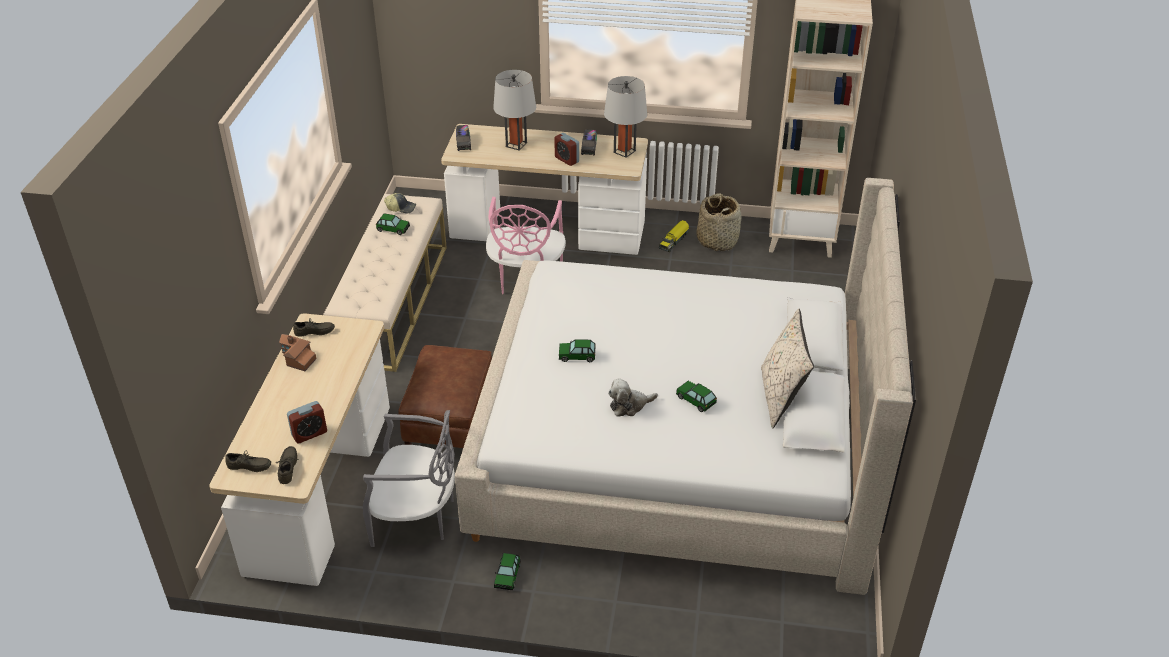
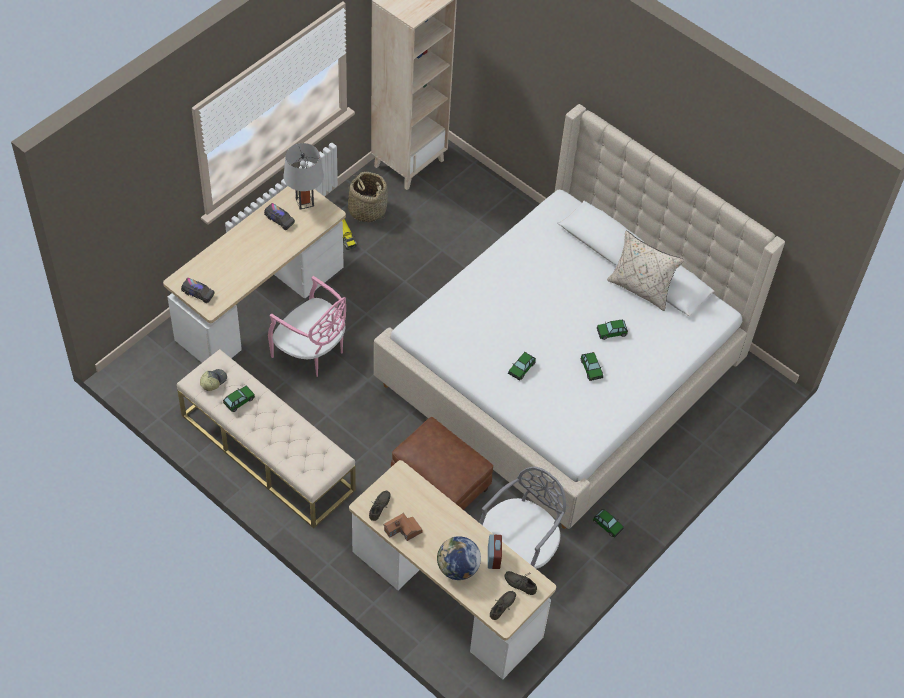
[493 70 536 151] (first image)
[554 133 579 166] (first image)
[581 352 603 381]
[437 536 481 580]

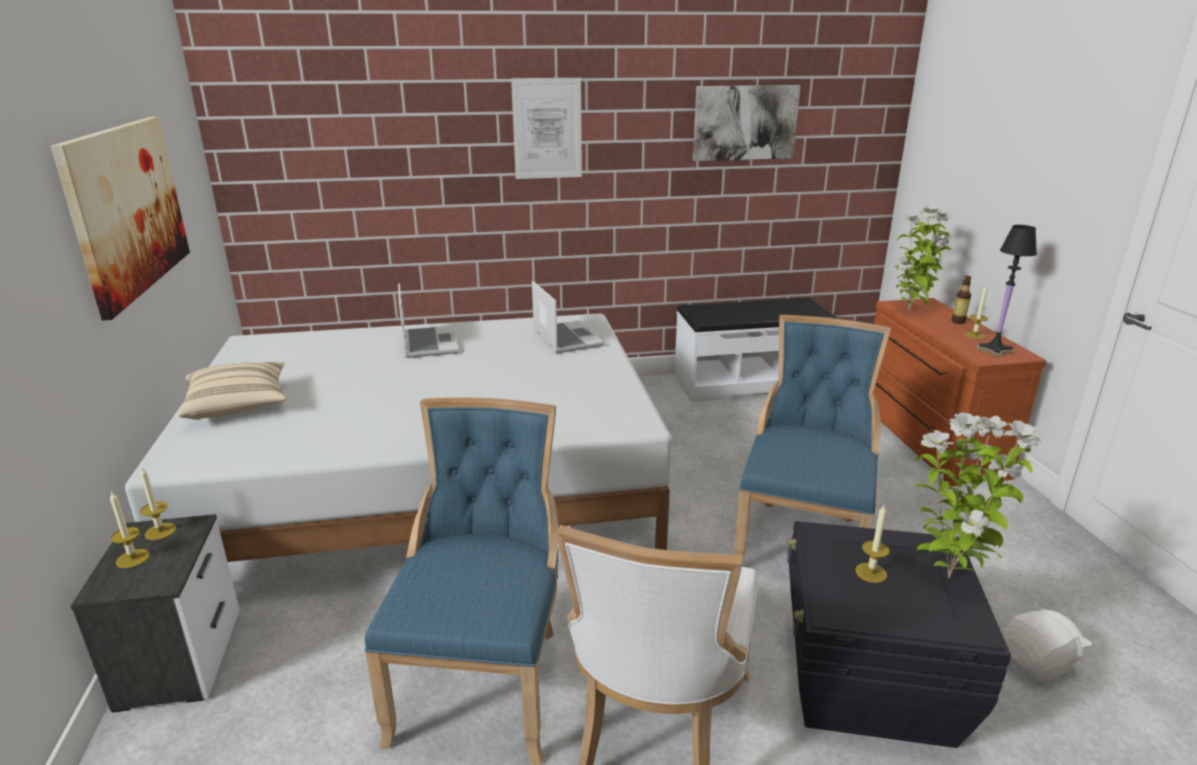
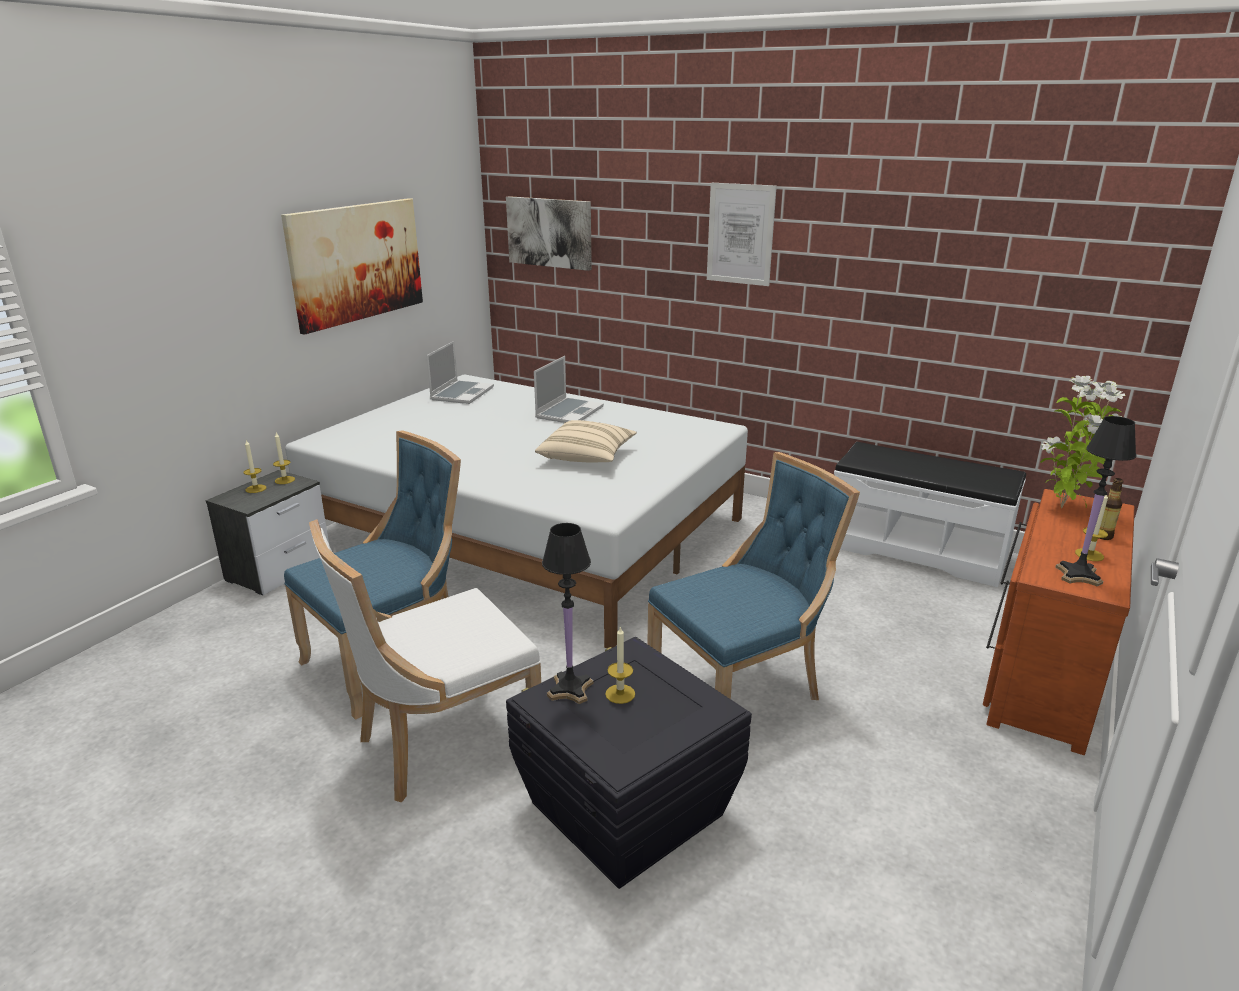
[506 196 592 271]
[426 341 494 404]
[535 420 637 463]
[914 412 1040 578] (first image)
[1001 602 1092 685] (first image)
[542 523 594 704]

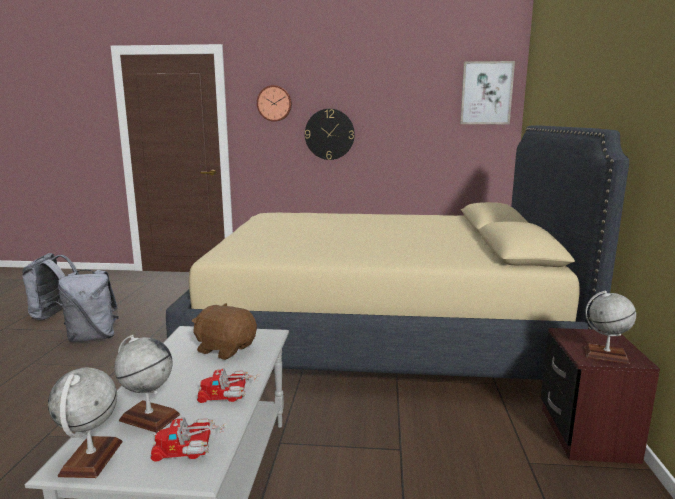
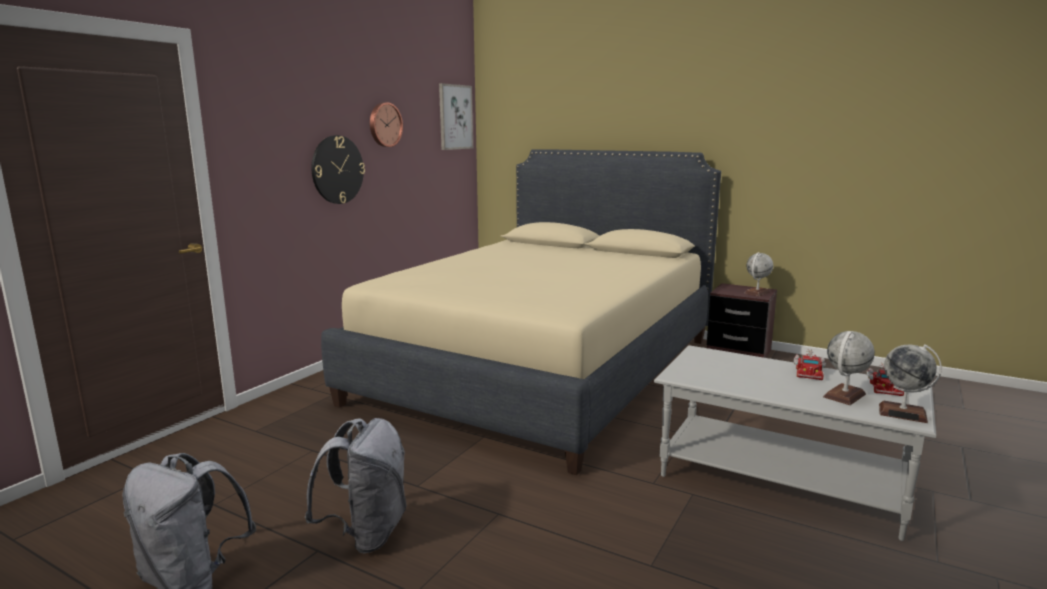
[370 102 403 147]
[191 303 257 360] (first image)

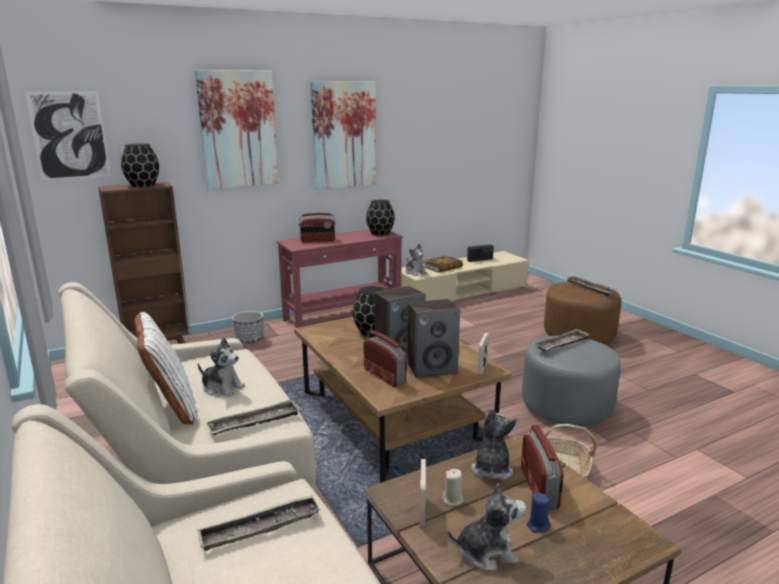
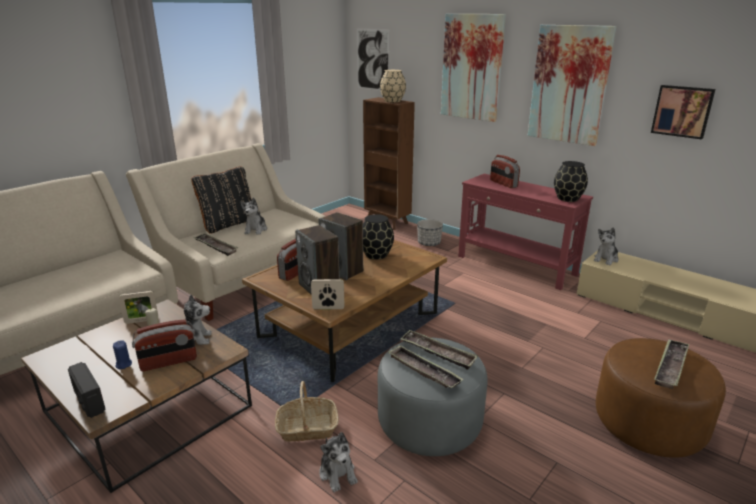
[380 70 406 102]
[68 362 106 418]
[423 255 463 273] (first image)
[191 166 252 234]
[319 432 358 492]
[388 345 464 388]
[651 85 716 139]

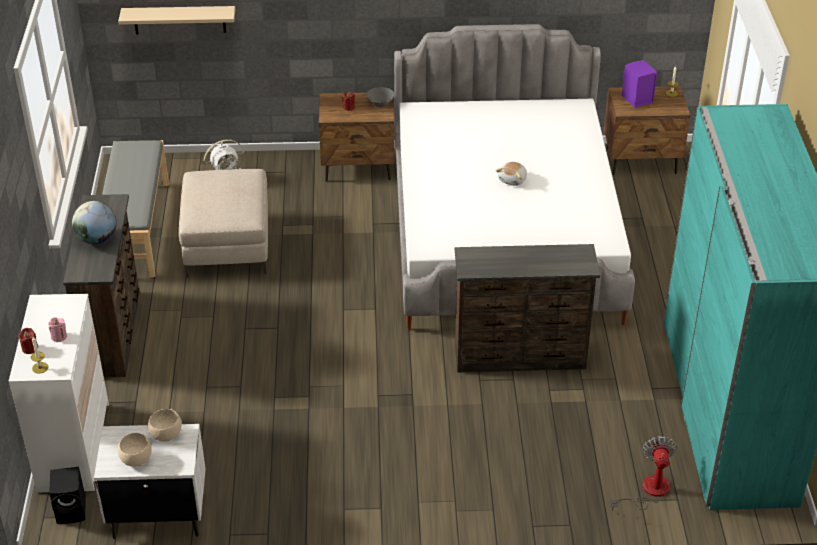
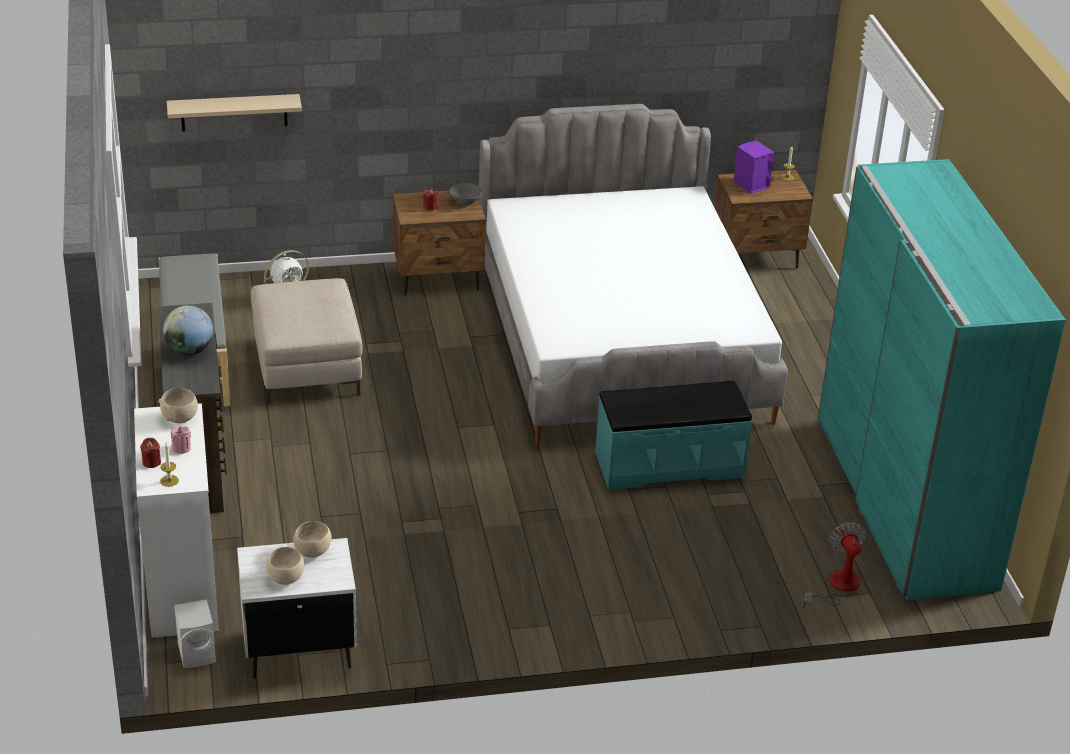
[496 162 527 186] (first image)
[595 380 752 490]
[174 599 216 668]
[158 388 198 423]

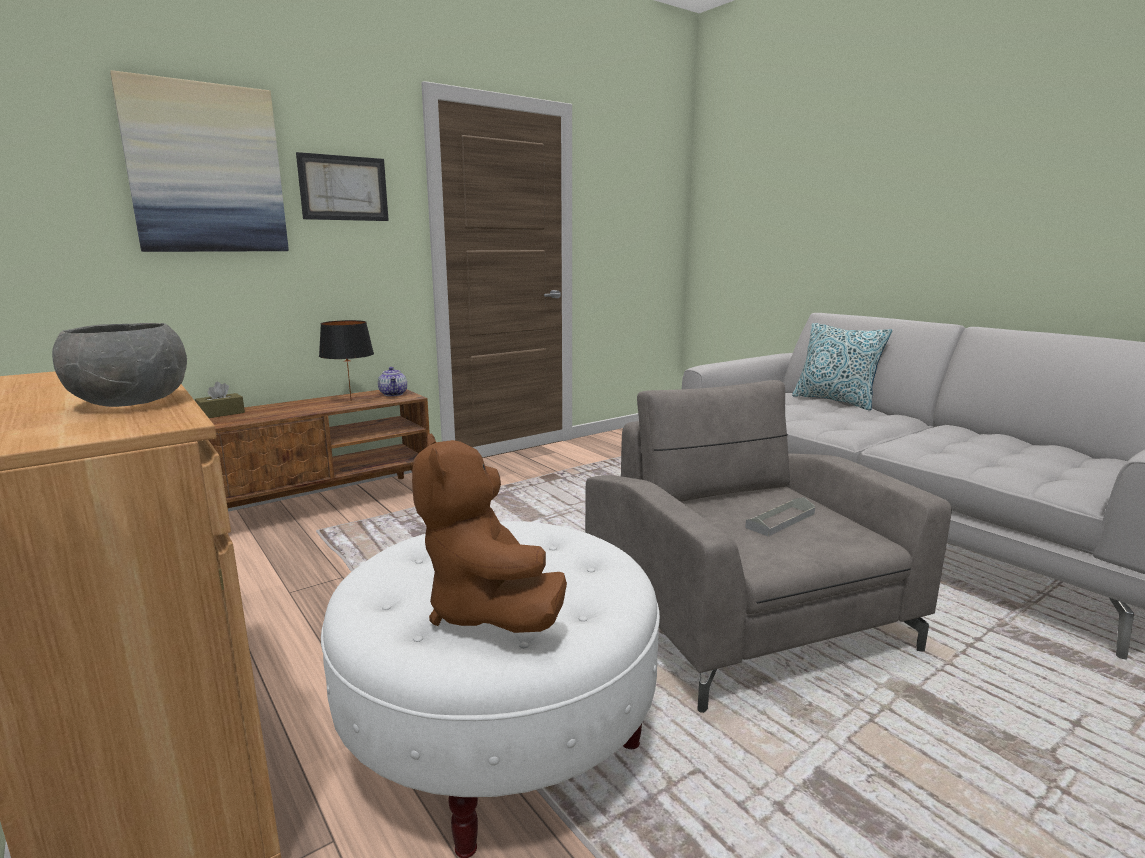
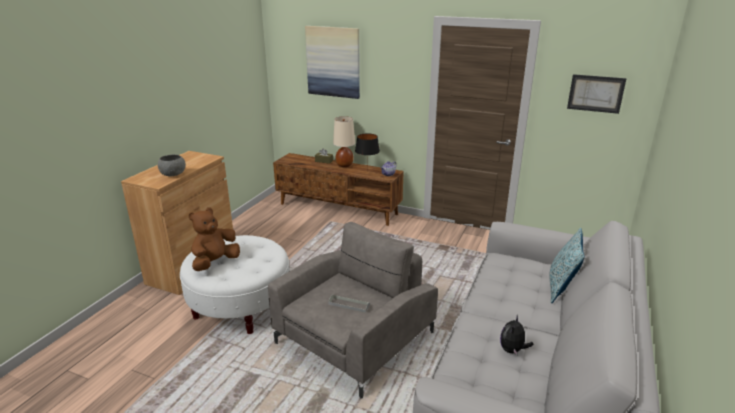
[567 74 626 114]
[333 116 355 167]
[500 315 534 355]

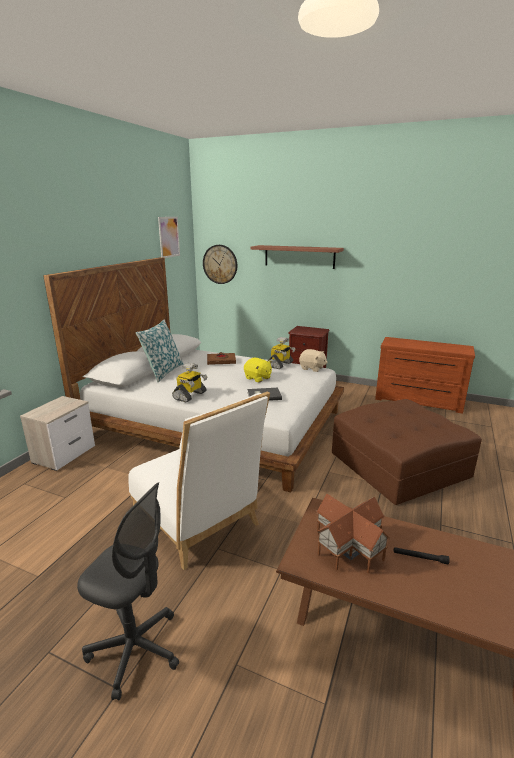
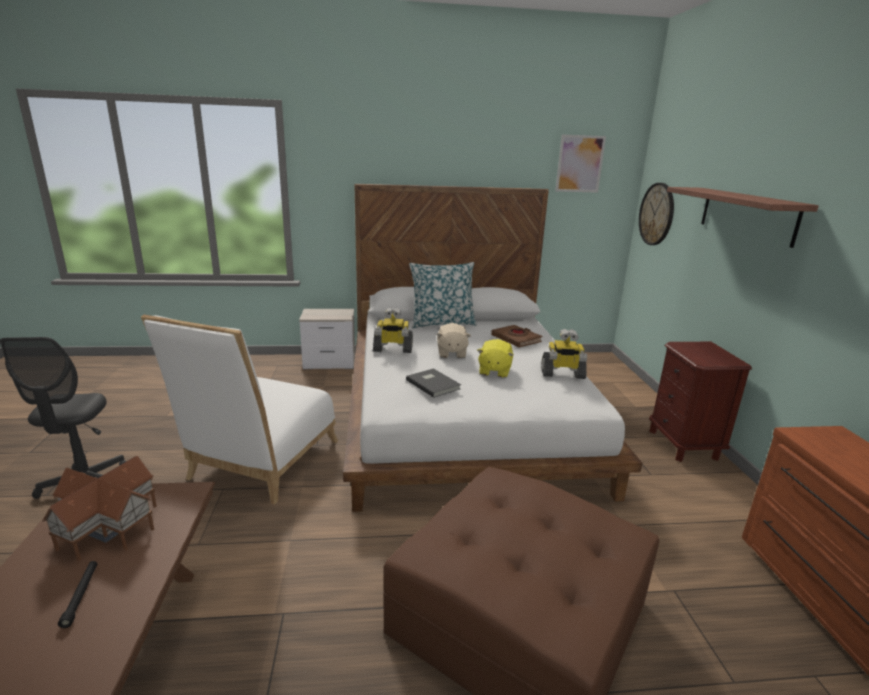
[437 323 471 358]

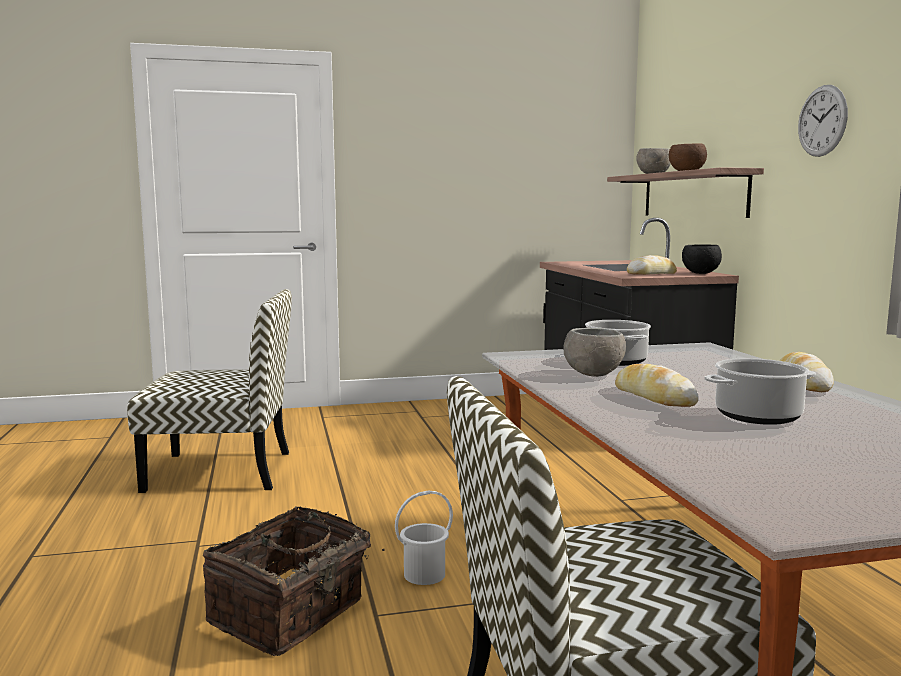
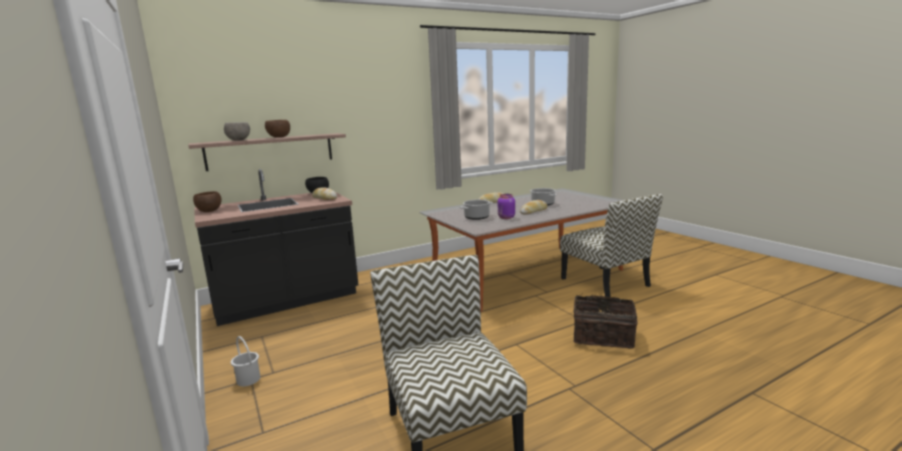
[798 85 848 157] (first image)
[498 194 515 219]
[231 336 260 386]
[193 191 222 212]

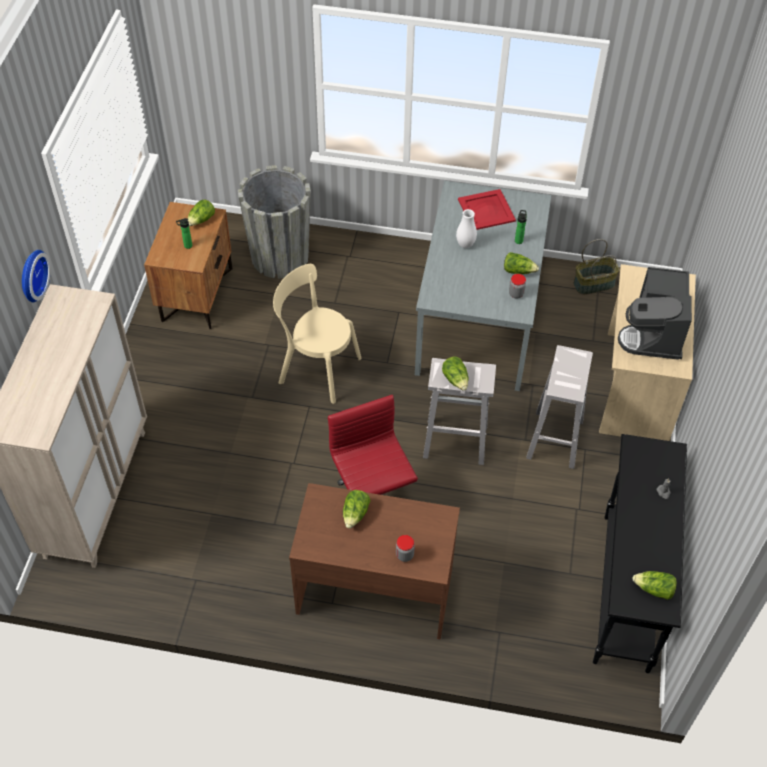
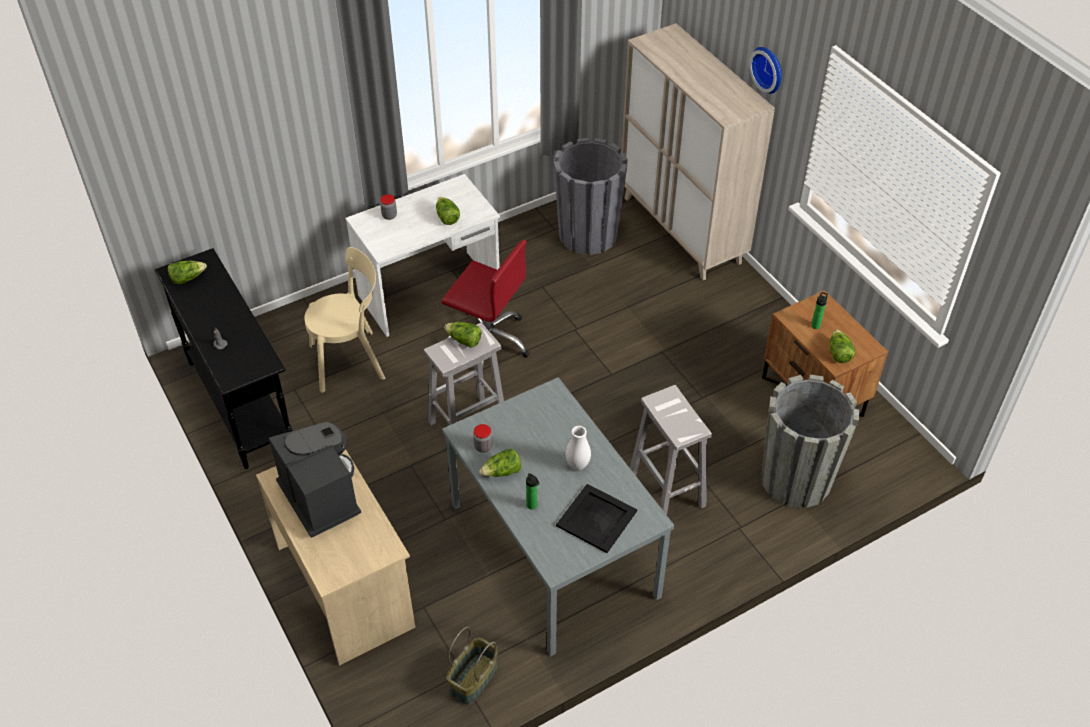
[556 484 637 553]
[304 247 385 393]
[630 385 712 515]
[345 174 500 337]
[554 138 628 255]

